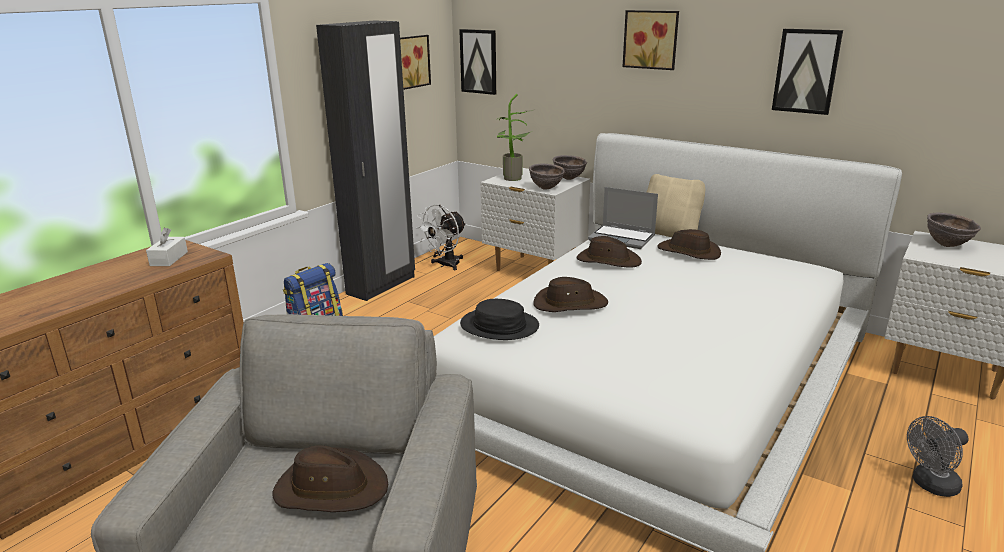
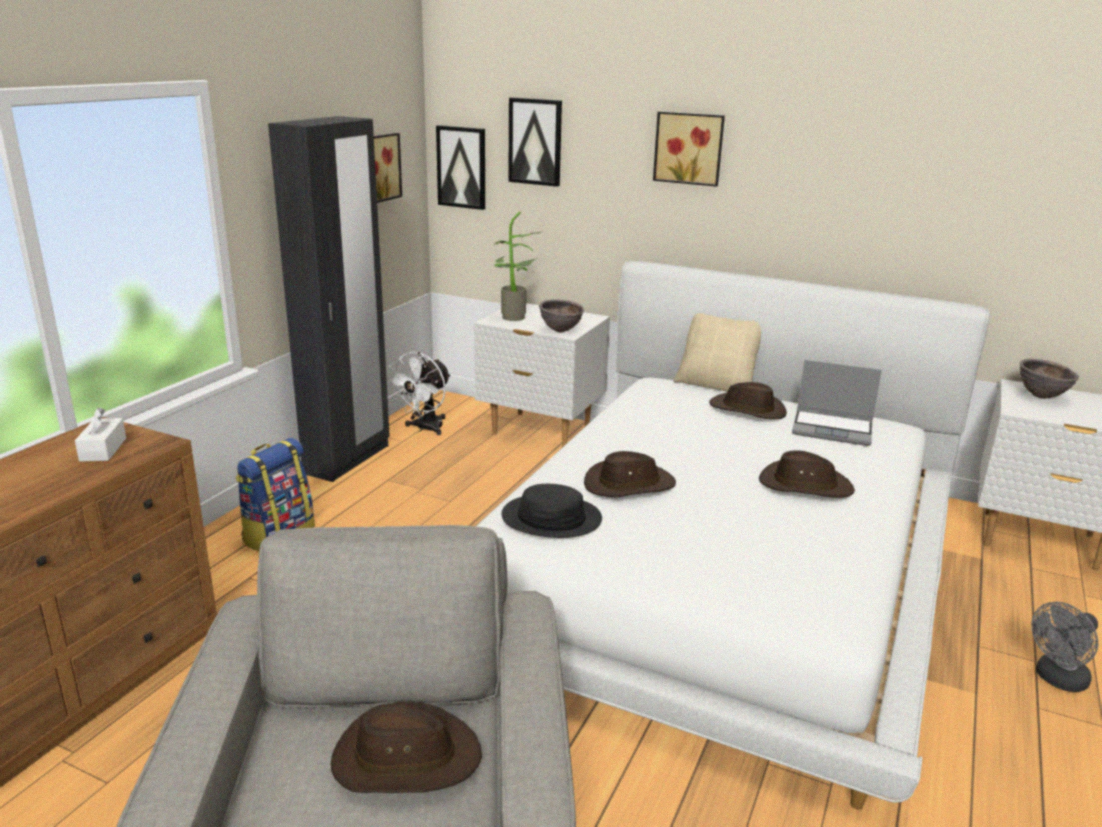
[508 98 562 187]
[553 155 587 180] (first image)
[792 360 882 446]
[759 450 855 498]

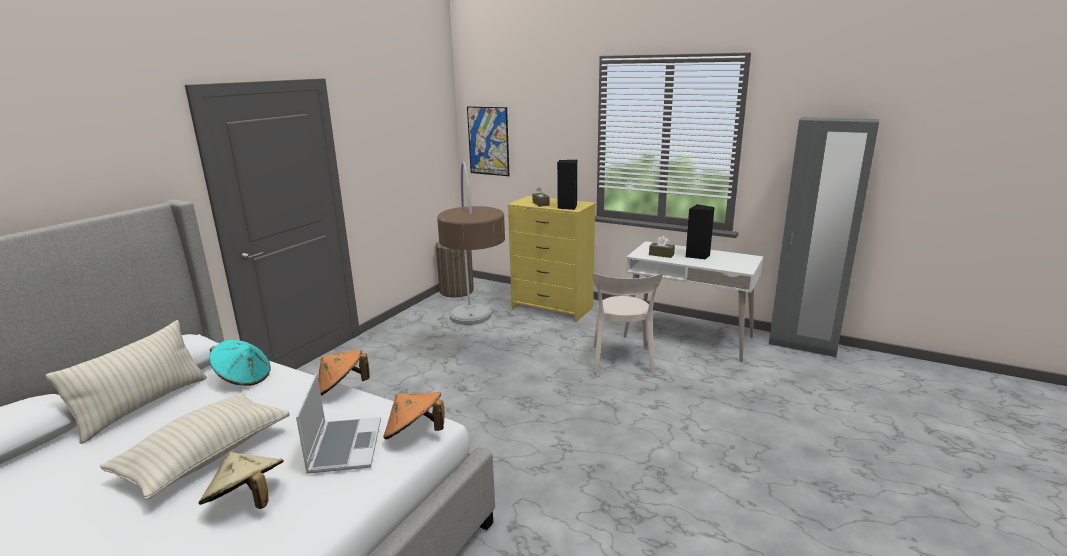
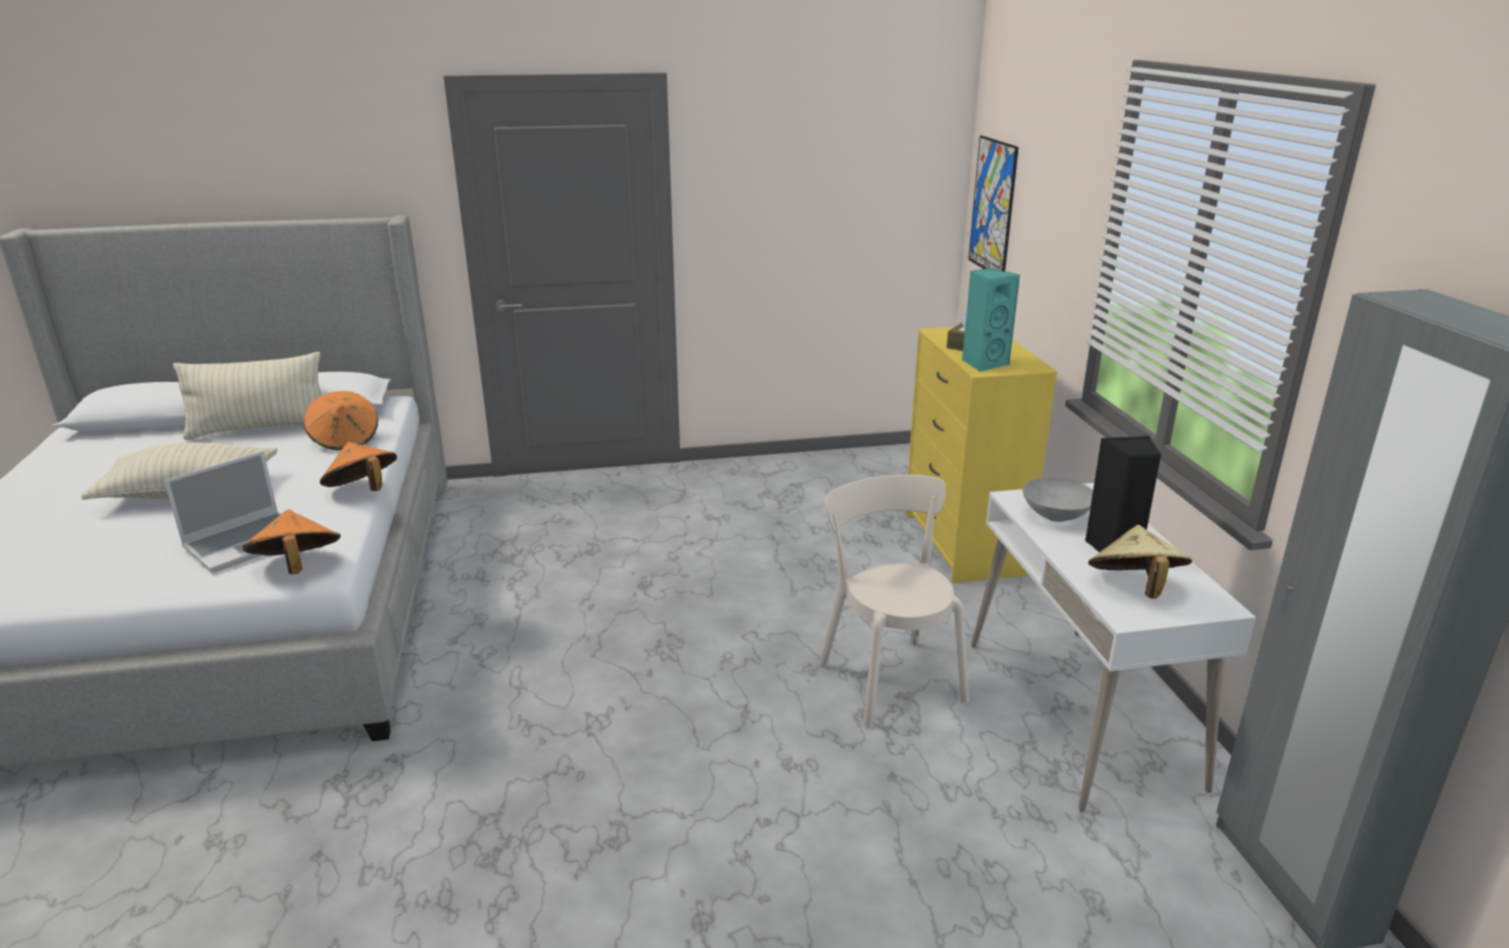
[962 268 1020 372]
[437 161 505 325] (first image)
[1023 478 1093 522]
[435 242 474 297] (first image)
[818 475 969 728]
[303 391 378 450]
[1088 525 1192 599]

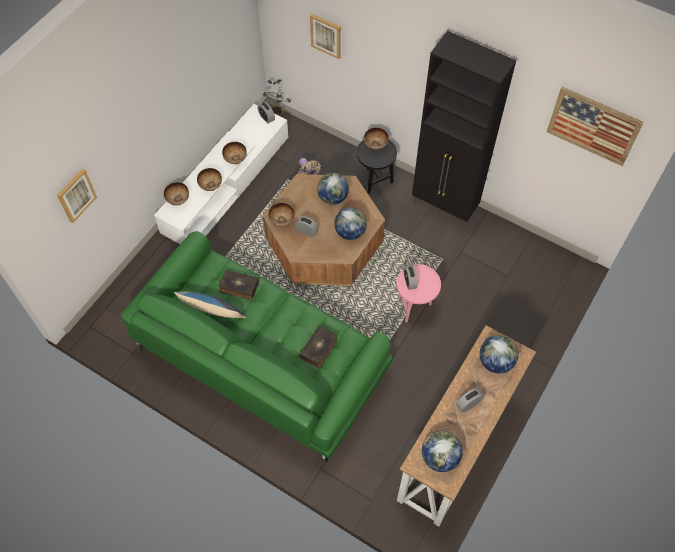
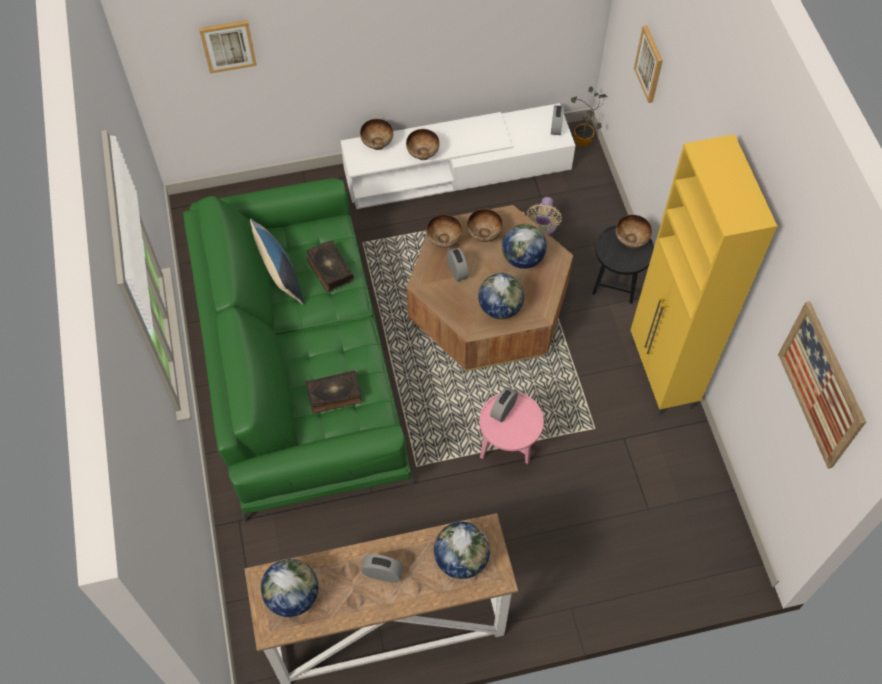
[631 134 777 416]
[467 209 503 242]

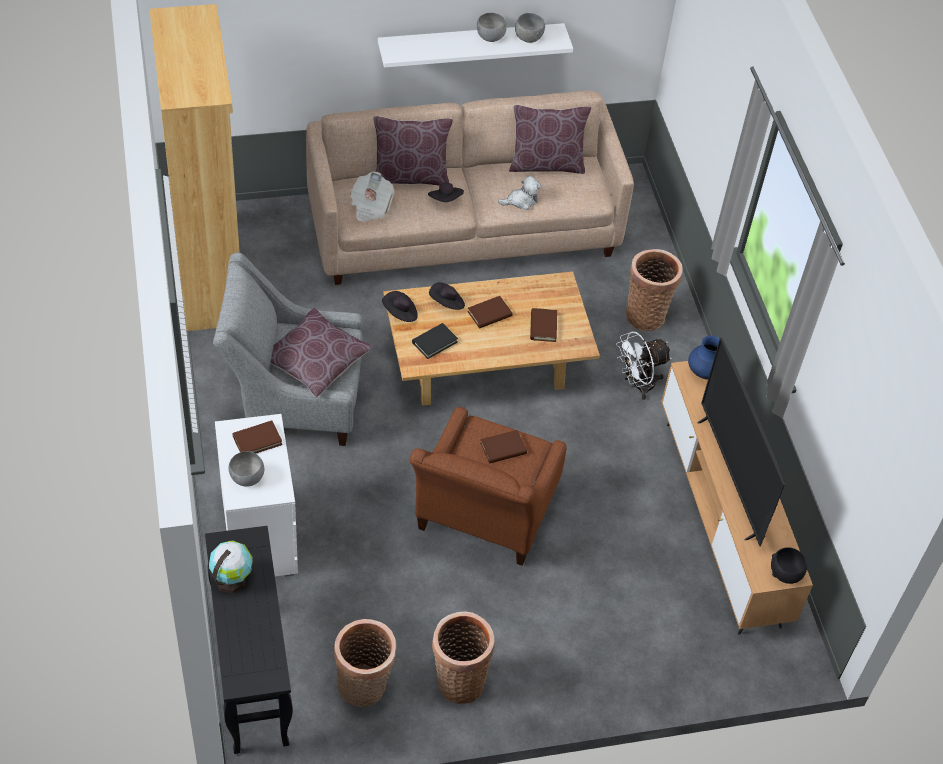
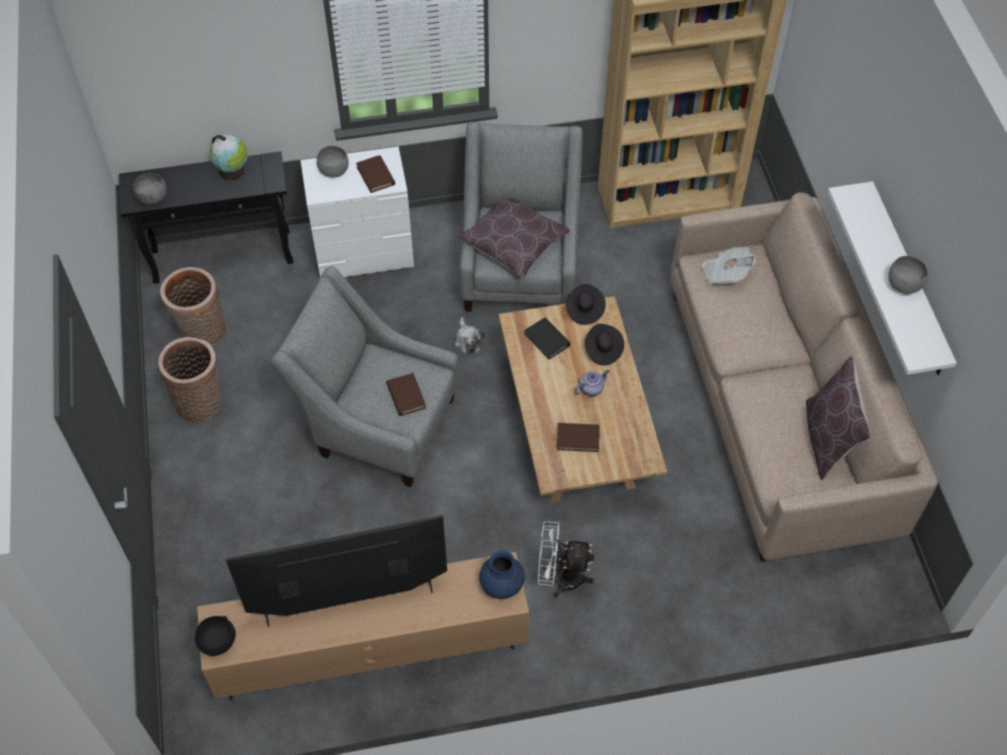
[133 173 167 204]
[374 116 453 186] (first image)
[455 317 484 354]
[428 183 464 202] (first image)
[626 249 683 331] (first image)
[574 370 610 396]
[538 521 594 598]
[271 266 460 487]

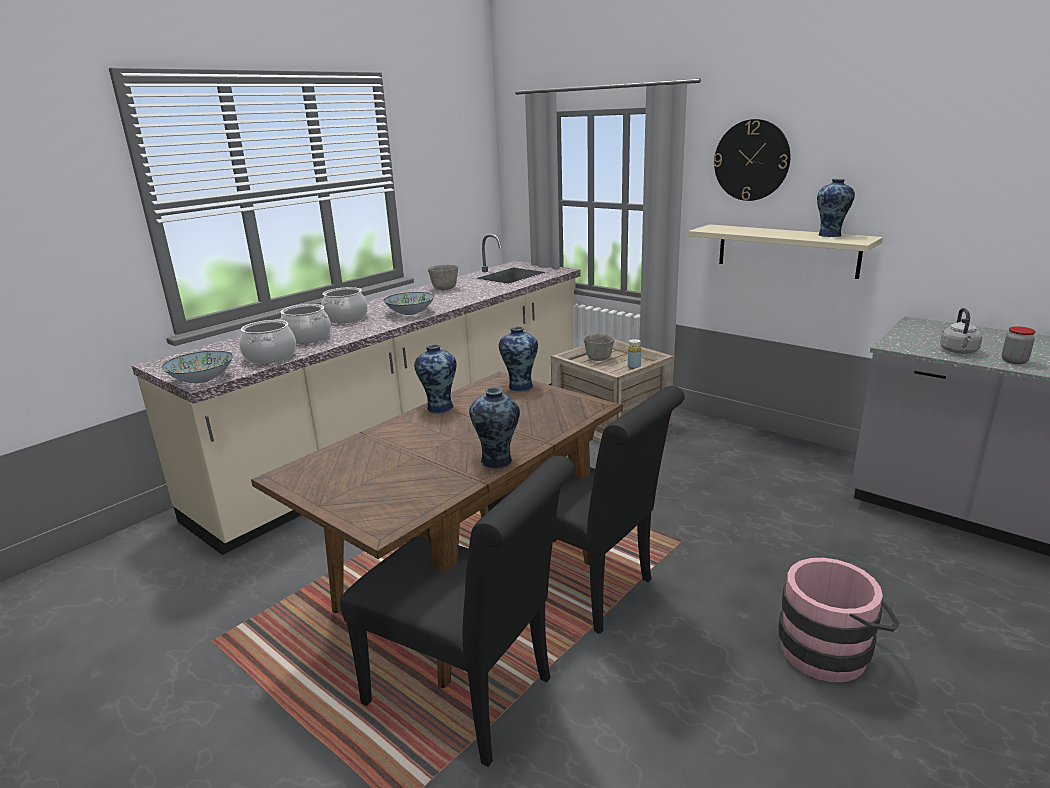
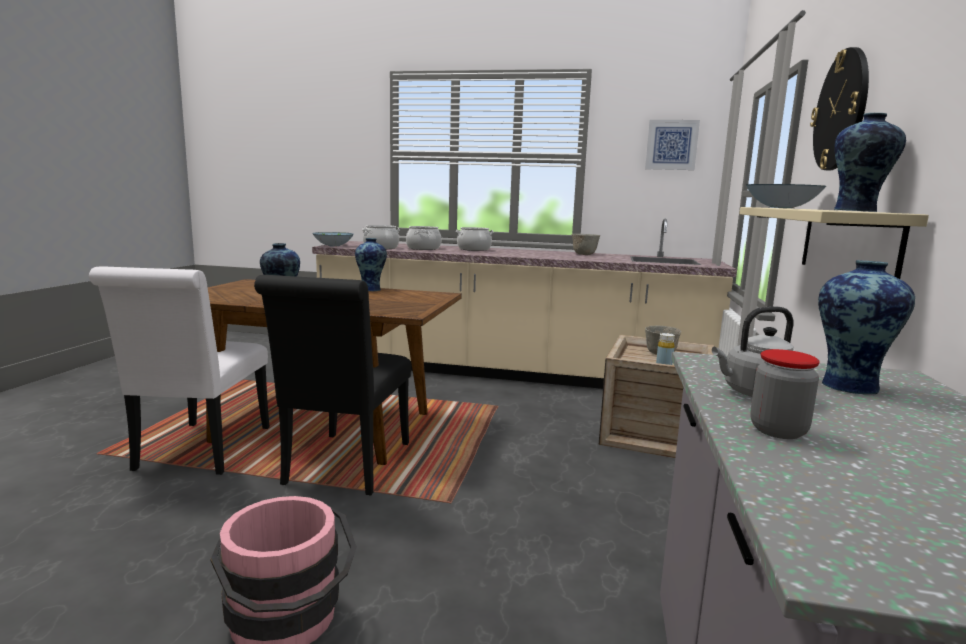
[746 184 826 208]
[818 260 915 395]
[89 266 270 475]
[645 120 700 170]

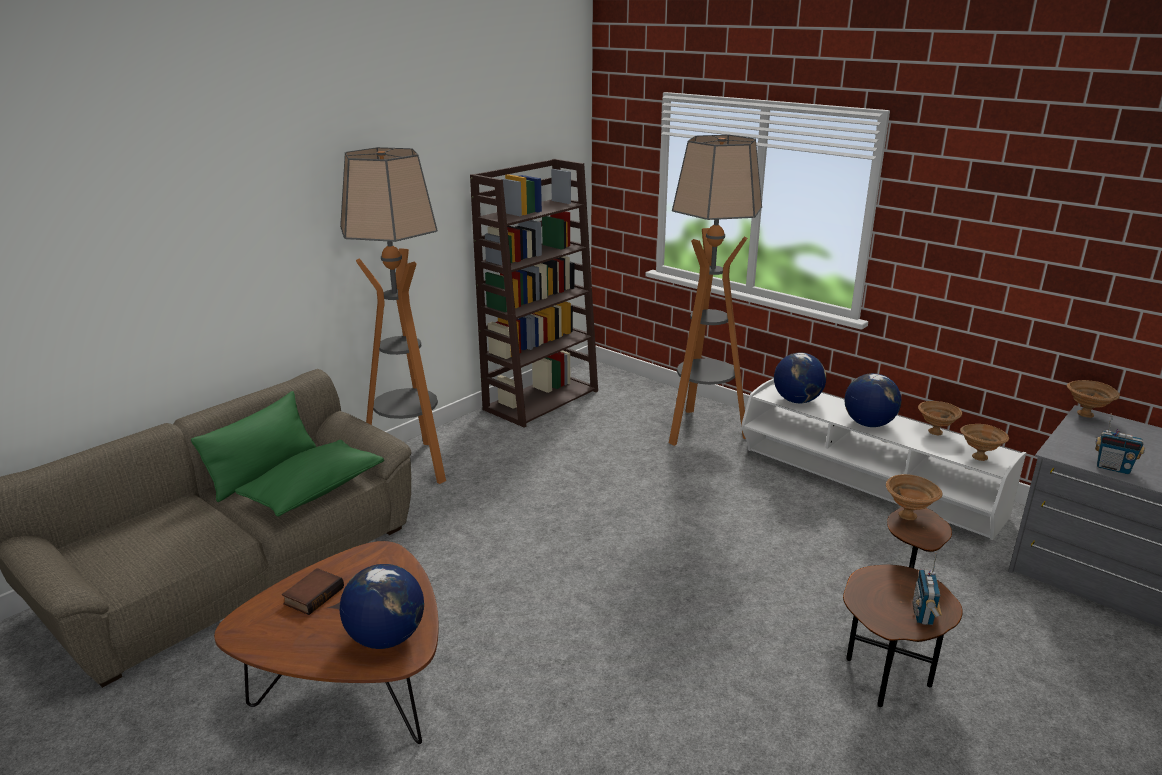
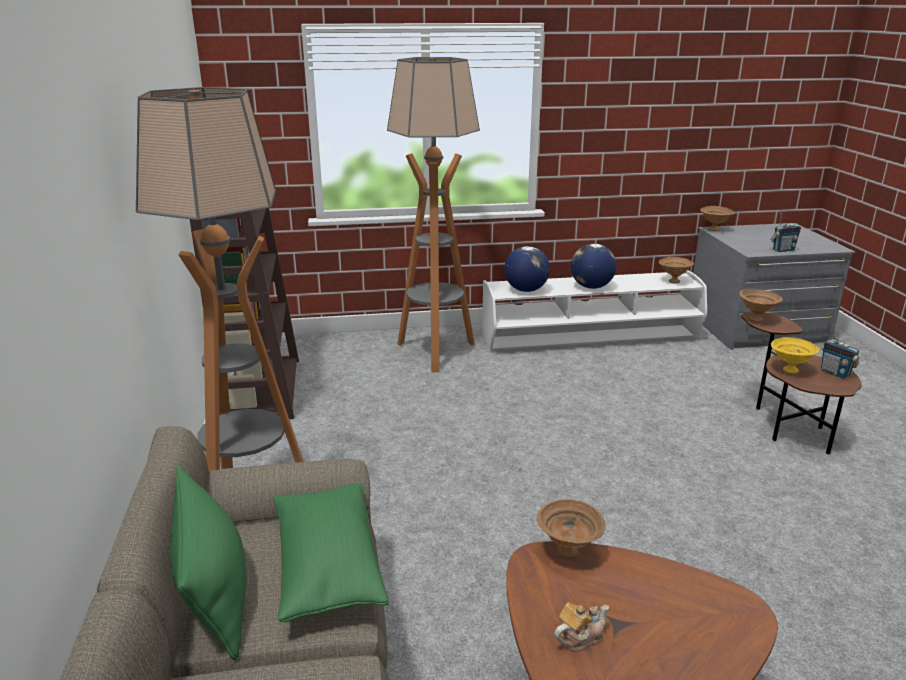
[537 499 605 559]
[340 564 424 649] (first image)
[554 602 609 652]
[771 337 819 374]

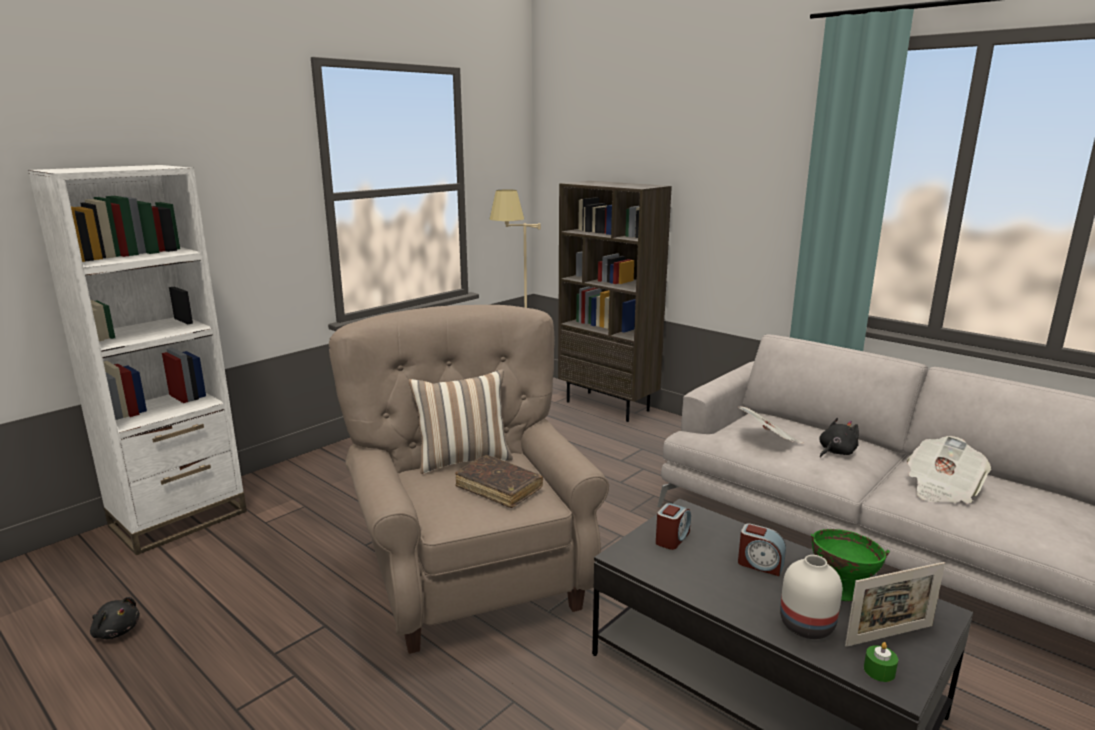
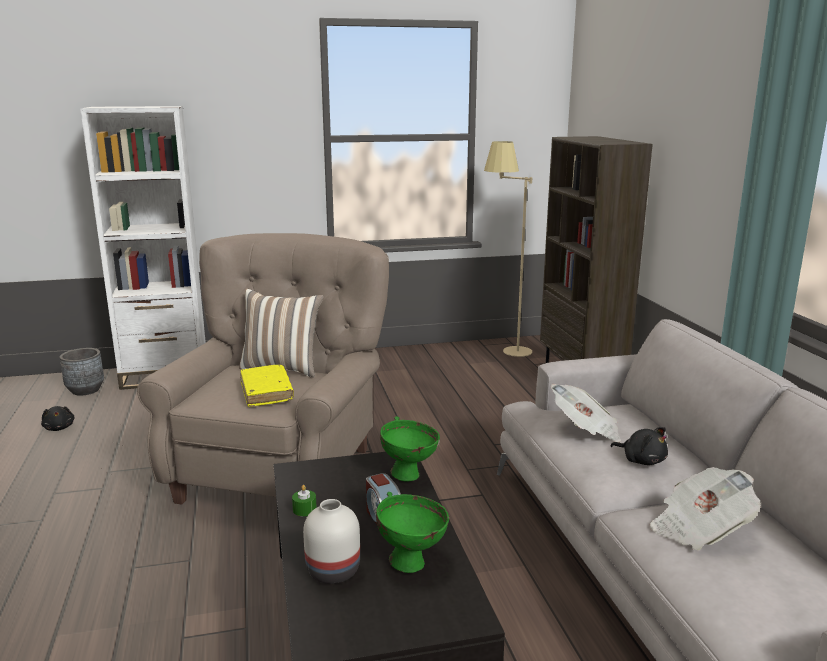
[611 427 668 465]
[240 365 294 407]
[656 503 691 550] (first image)
[845 562 945 647] (first image)
[292 485 317 516]
[60 348 104 396]
[380 416 440 481]

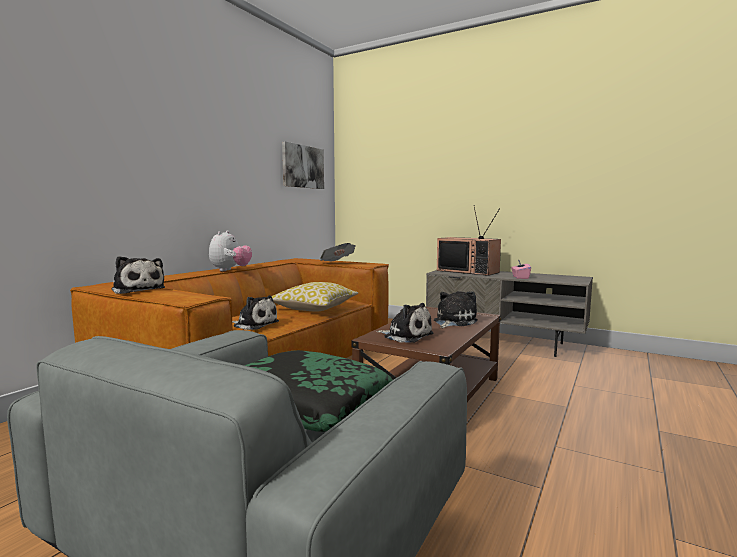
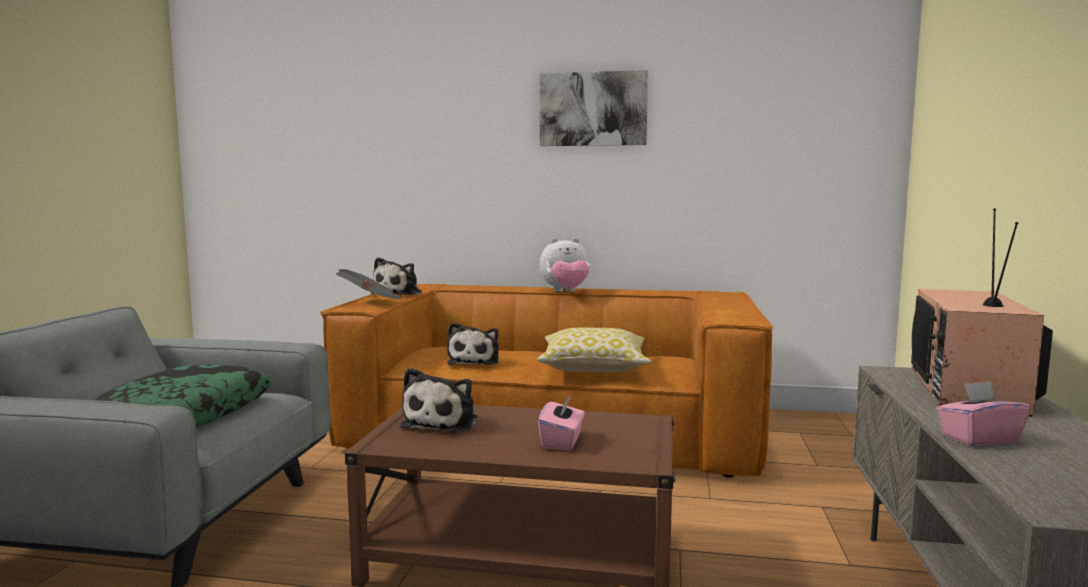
[540 70 648 146]
[336 269 403 299]
[538 394 584 450]

